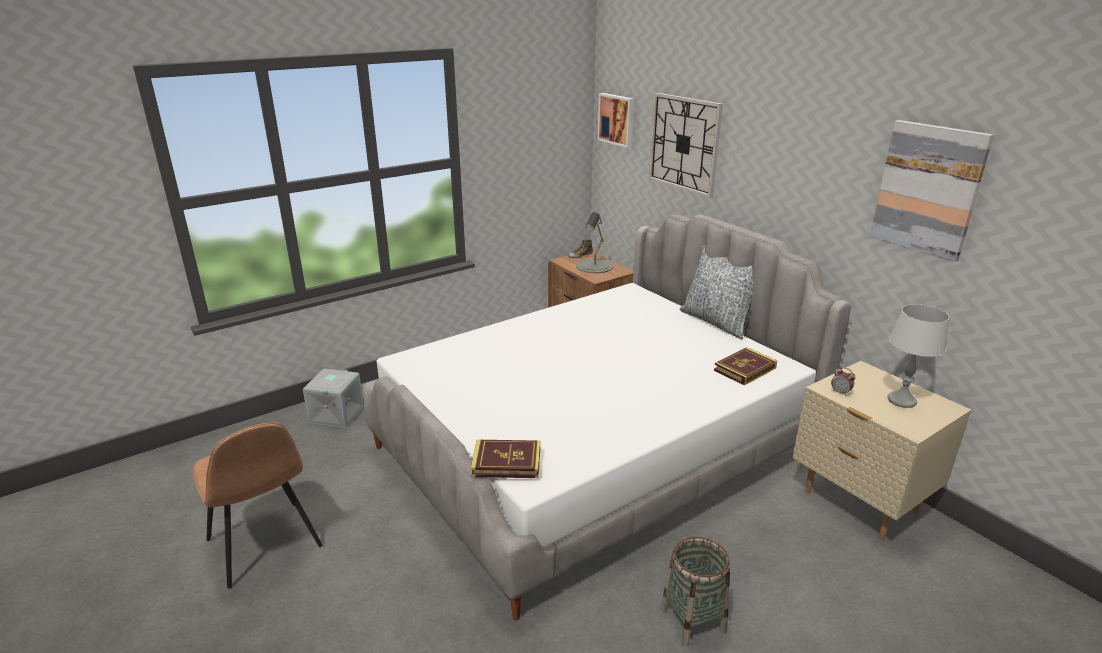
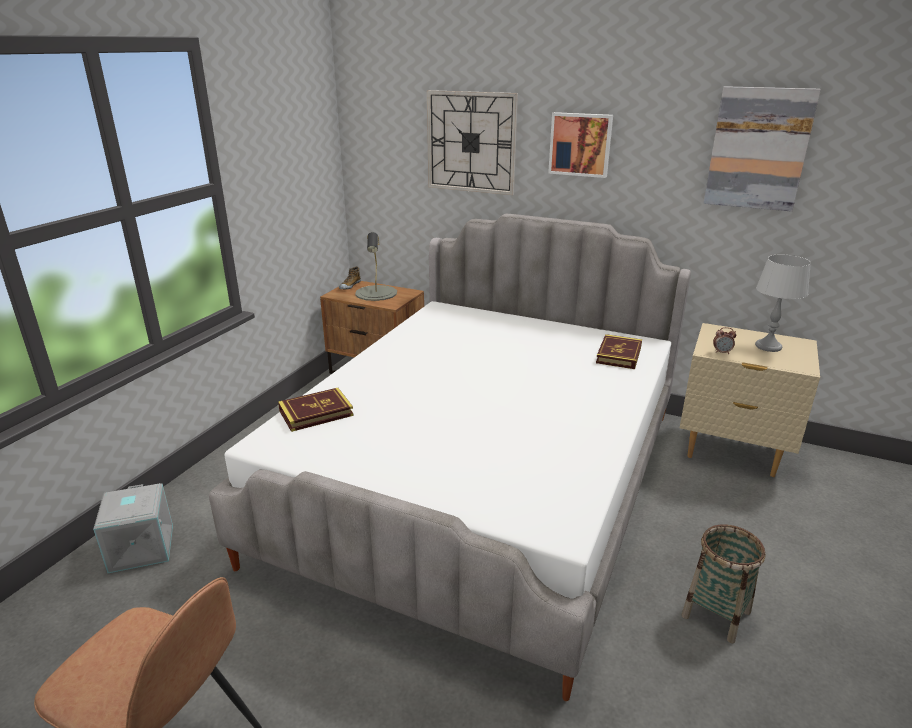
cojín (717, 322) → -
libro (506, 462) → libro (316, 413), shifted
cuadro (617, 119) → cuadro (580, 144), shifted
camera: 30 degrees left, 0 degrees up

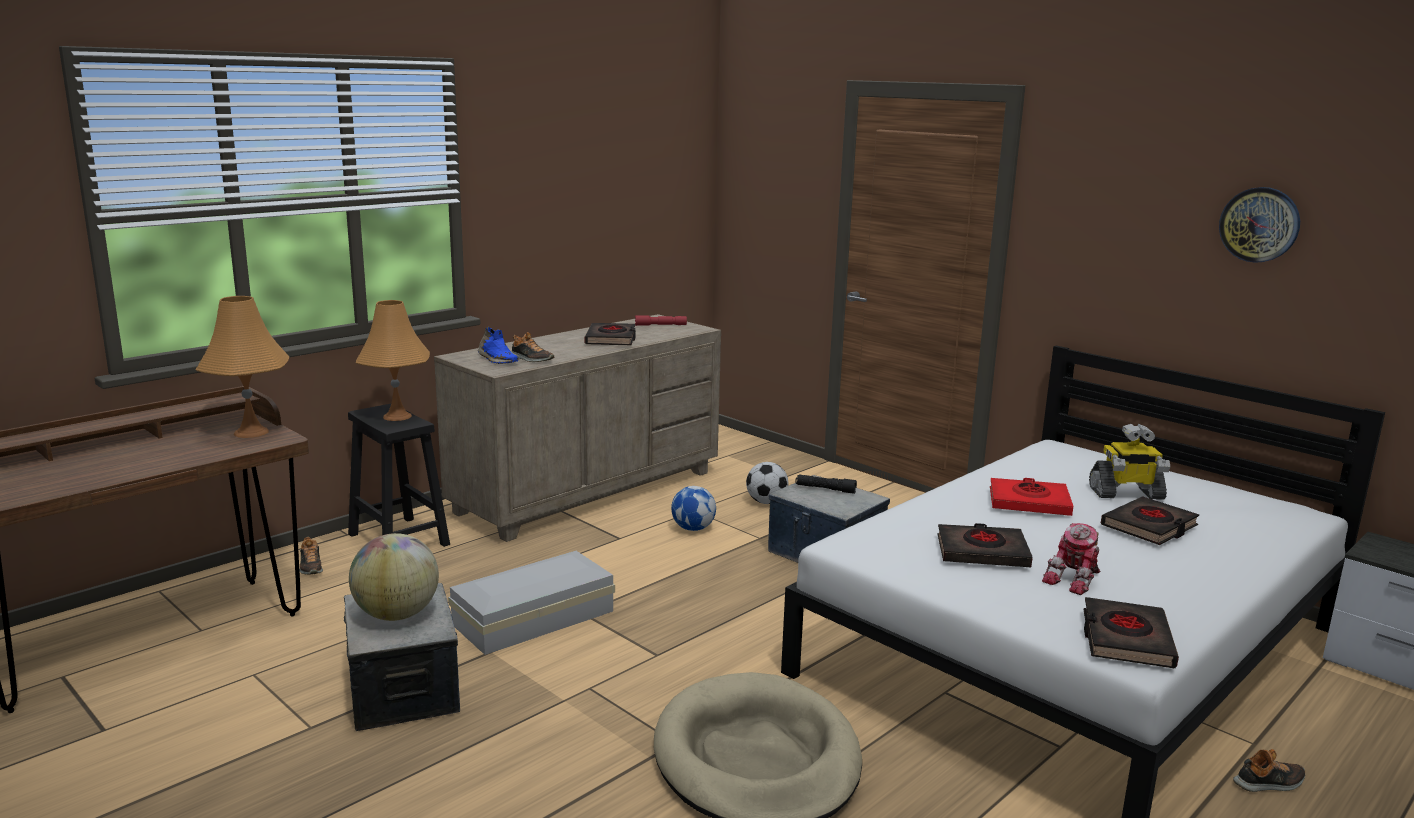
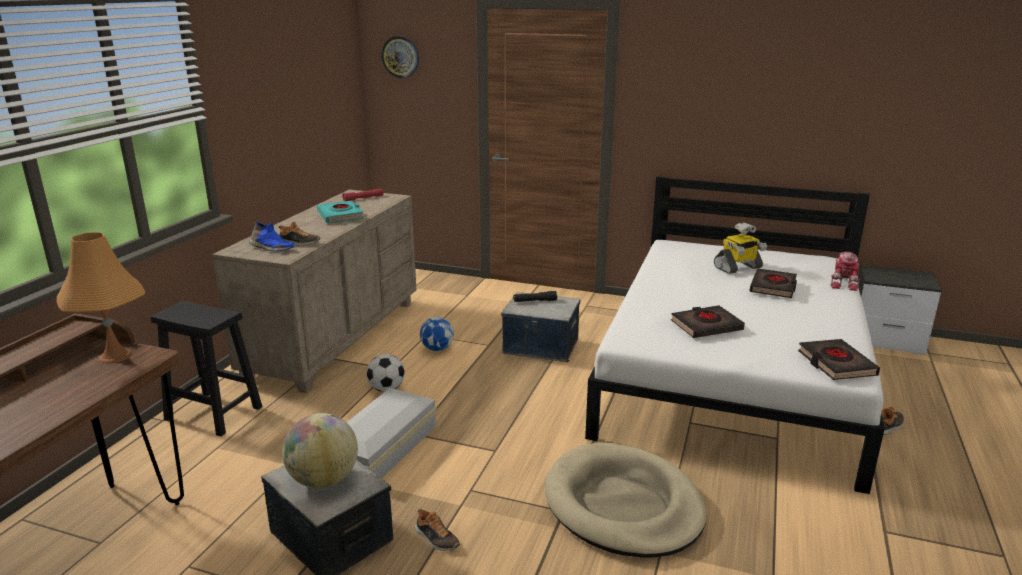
lámpara de mesa/naranja (397, 416) → -
libro/rojo (1029, 503) → -
zapato (311, 567) → zapato (436, 539), shifted
balón de fútbol (766, 502) → balón de fútbol (386, 389), shifted
robot de juguete (1075, 580) → robot de juguete (844, 283), shifted
reloj de pared (1259, 224) → reloj de pared (400, 57), shifted
libro/negro (611, 339) → libro/turquesa (340, 215)
camera: 25 degrees left, 5 degrees up

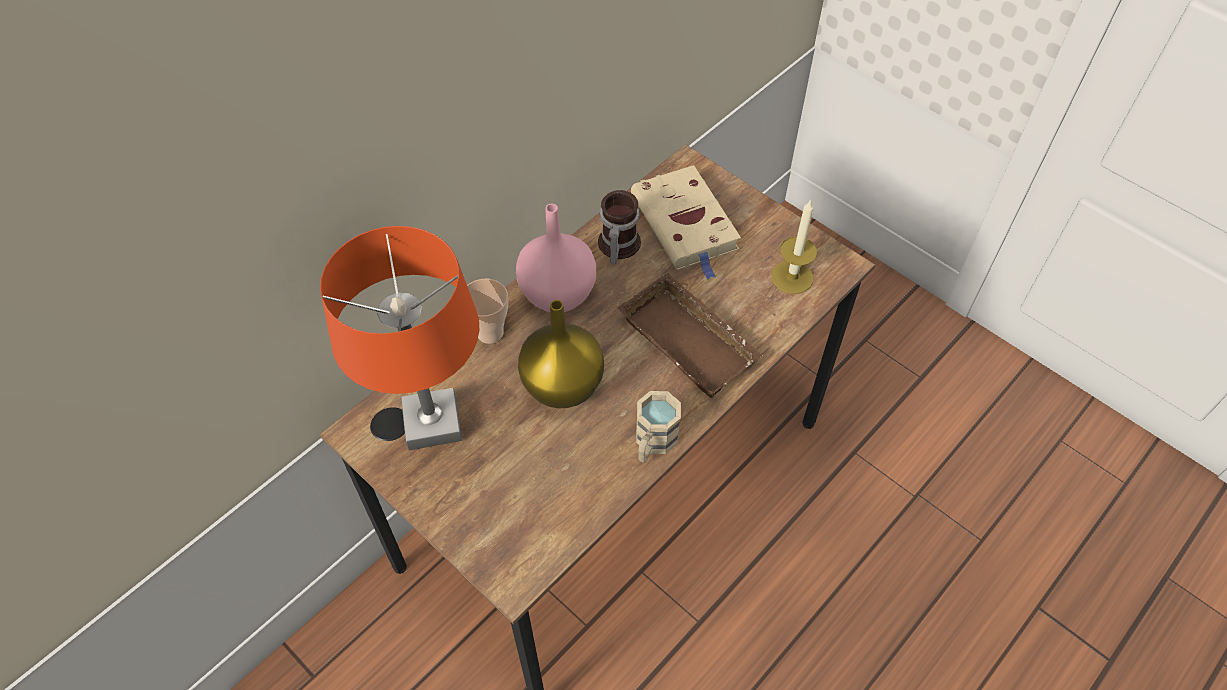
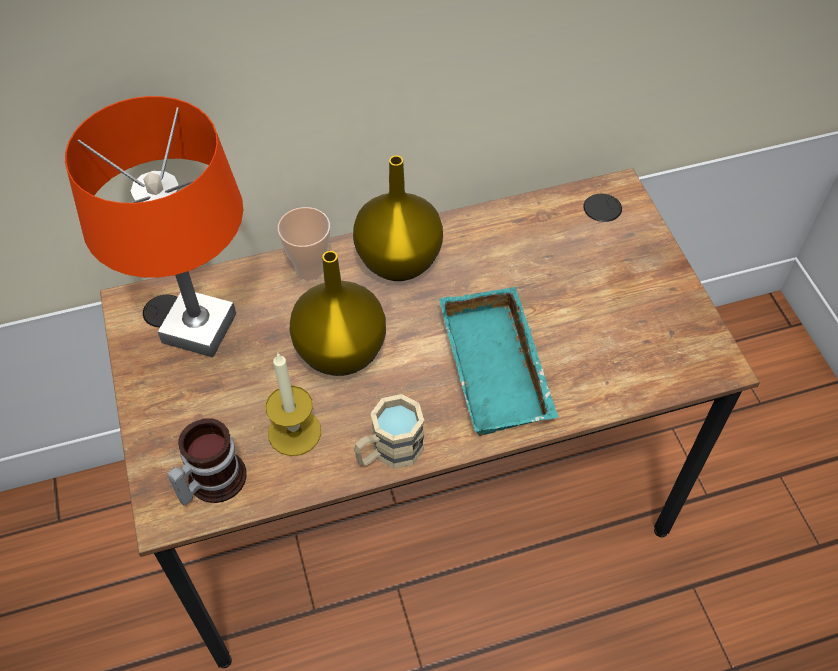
libro/beis (686, 225) → -
taza grande (616, 246) → taza grande (211, 479), shifted
vela (792, 277) → vela (294, 432), shifted
florero/rosa (556, 295) → florero/amarillo (397, 262)
bandeja/marrón (692, 340) → bandeja/turquesa (500, 368)
camera: 30 degrees right, 0 degrees up

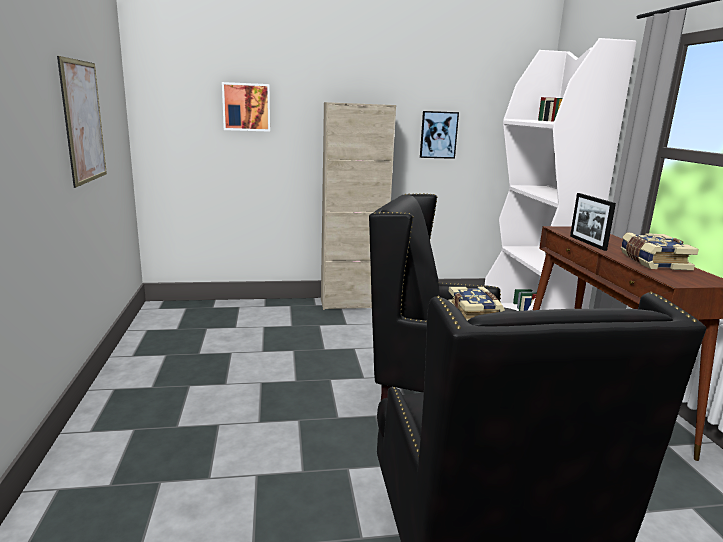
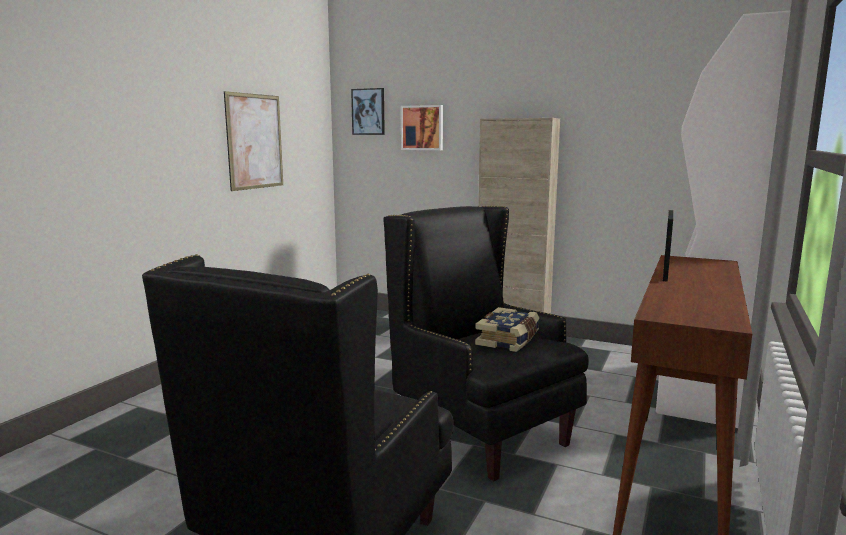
libro (652, 262) → -
cuadro (438, 135) → cuadro (368, 111), shifted
camera: 35 degrees right, 5 degrees down

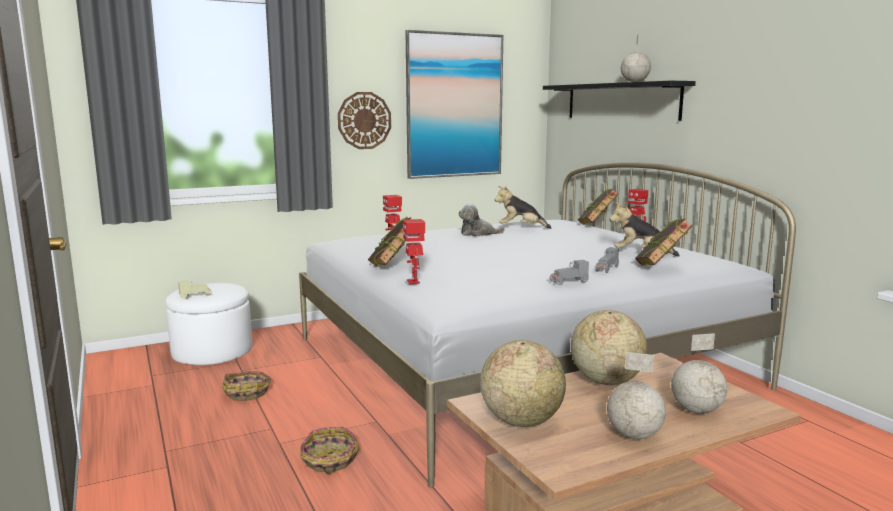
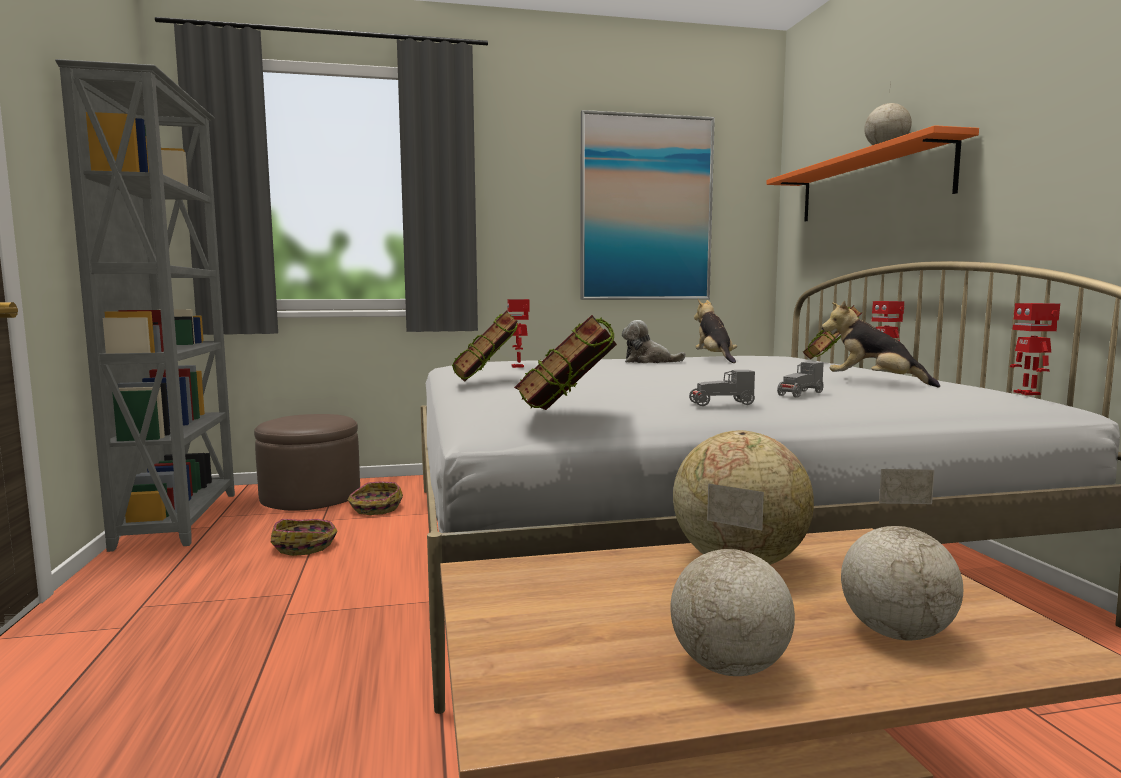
coche de juguete/beis (195, 296) → -
reloj de pared (364, 120) → -
globo terráqueo (521, 421) → -
- → estantería/gris (181, 519)
cesta (329, 461) → cesta (375, 508), shifted
robot de juguete (414, 282) → robot de juguete (1028, 393), shifted
libro (661, 268) → libro (567, 415), shifted
puf/blanco (212, 351) → puf/marrón (310, 496)
estante/negro (621, 101) → estante/naranja (870, 184)
peluche (520, 228) → peluche (715, 359), 60 degrees clockwise
camera: 15 degrees right, 5 degrees down

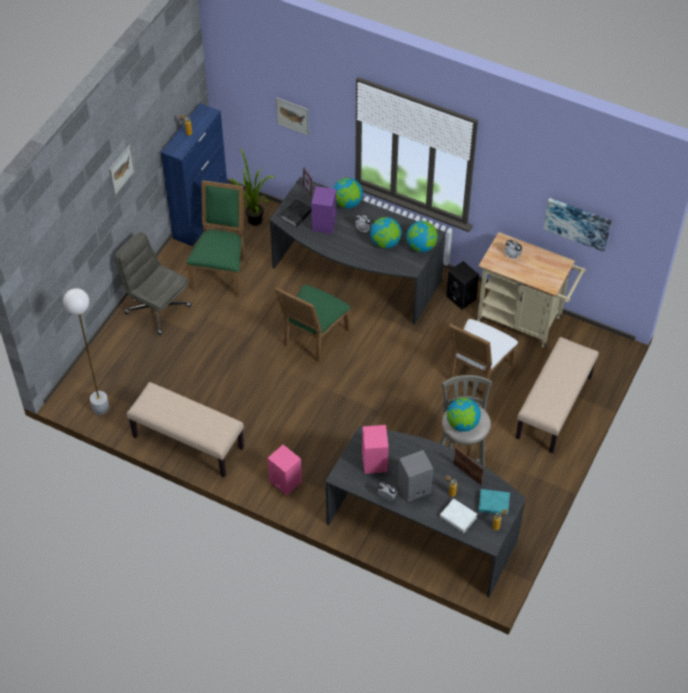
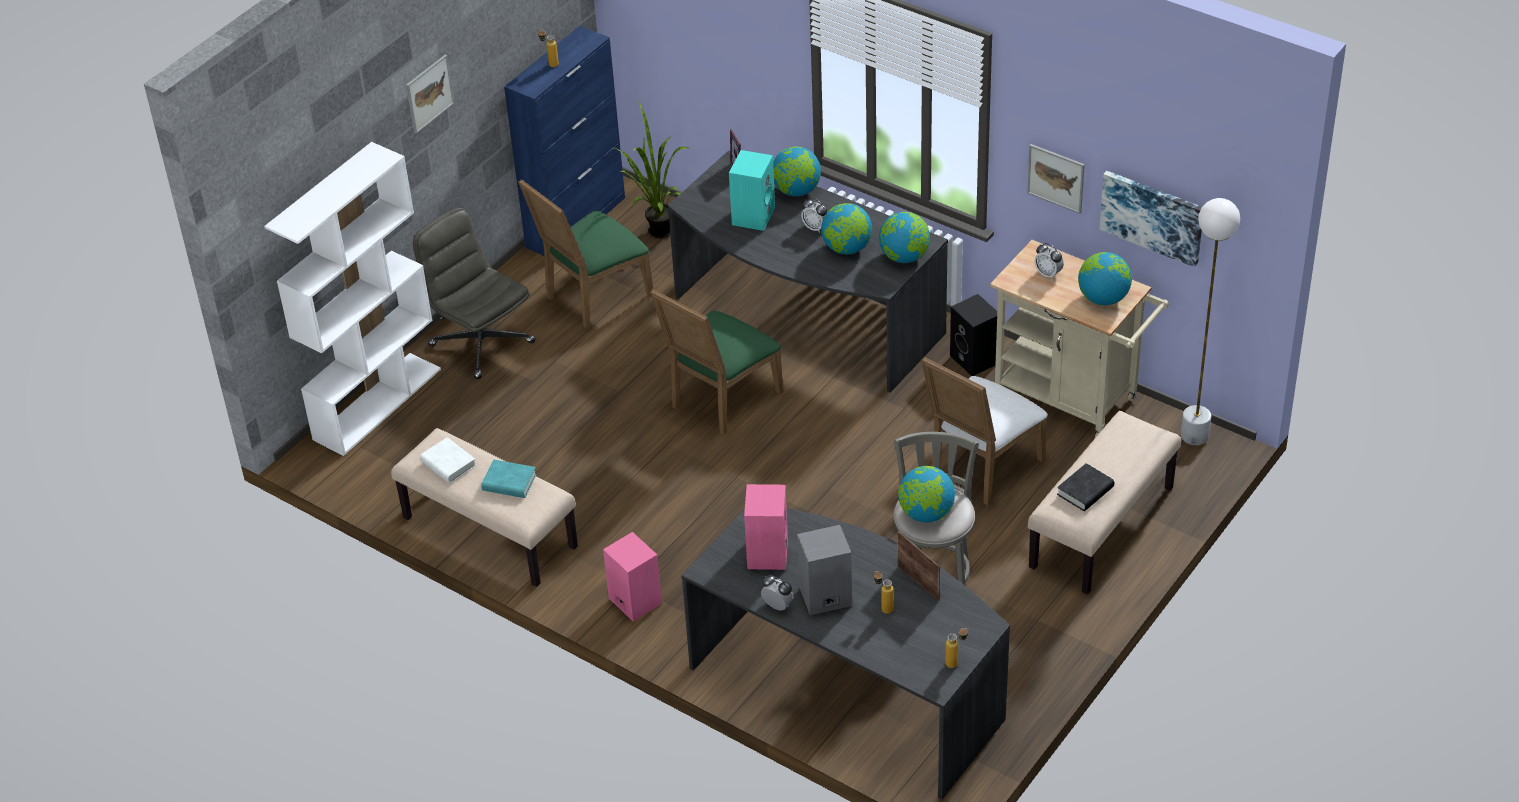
- → estantería/blanco (377, 403)
- → globo terráqueo (1103, 298)
lámpara de pie/blanco (100, 407) → lámpara de pie/blanco (1194, 435), shifted
cuadro (292, 115) → cuadro (1056, 178), shifted
libro/negro (296, 215) → libro/negro (1085, 491), shifted
libro/blanco (458, 517) → libro/blanco (448, 464), shifted
libro/turquesa (493, 504) → libro/turquesa (509, 483), shifted
altavoz/morado (323, 223) → altavoz/turquesa (753, 215)
silla/verde (221, 271) → silla/verde (593, 297), 150 degrees counterclockwise
camera: 10 degrees right, 10 degrees down

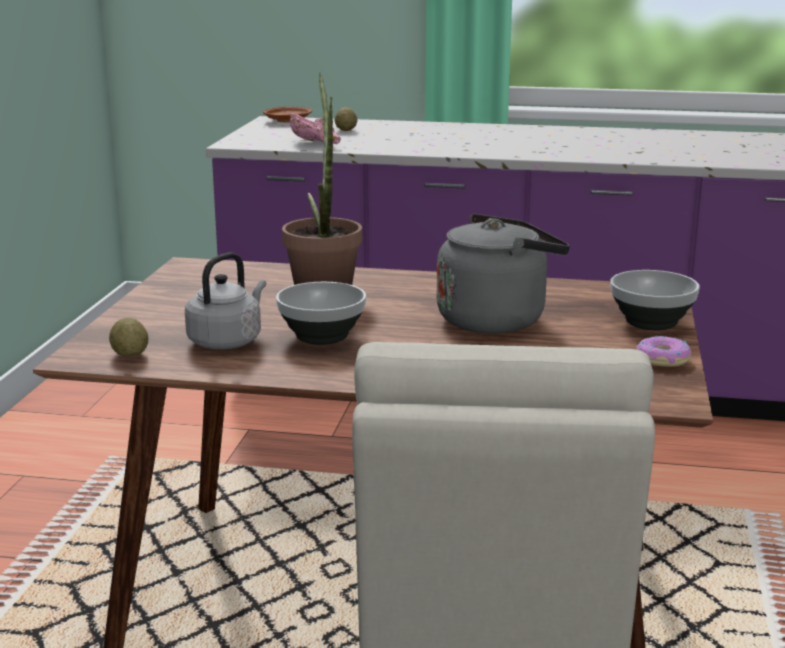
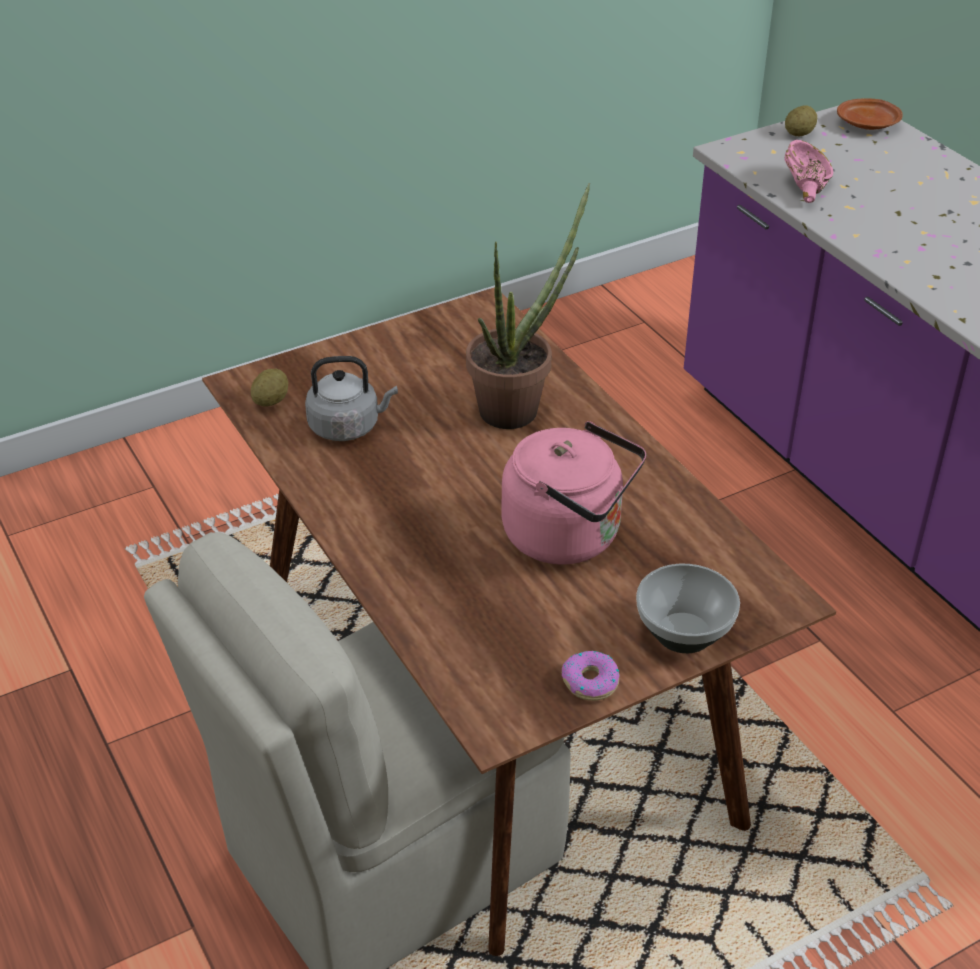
cuenco (323, 336) → -
patata (346, 130) → patata (799, 134), shifted
hervidor/gris (496, 319) → hervidor/rosa (569, 536)
camera: 50 degrees right, 20 degrees up

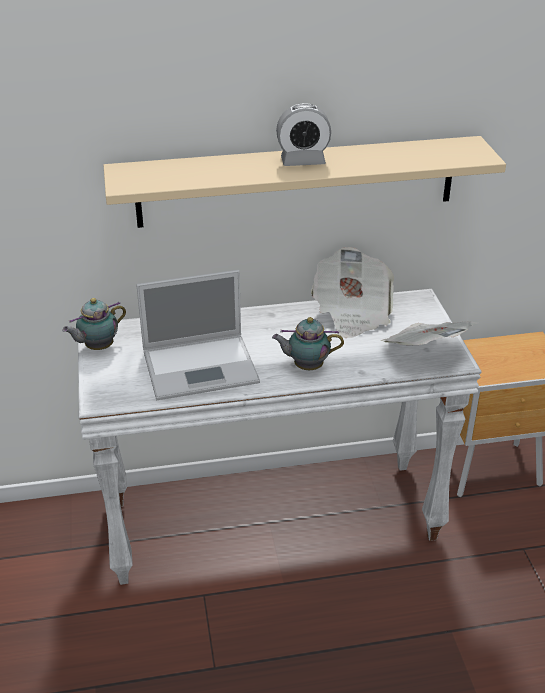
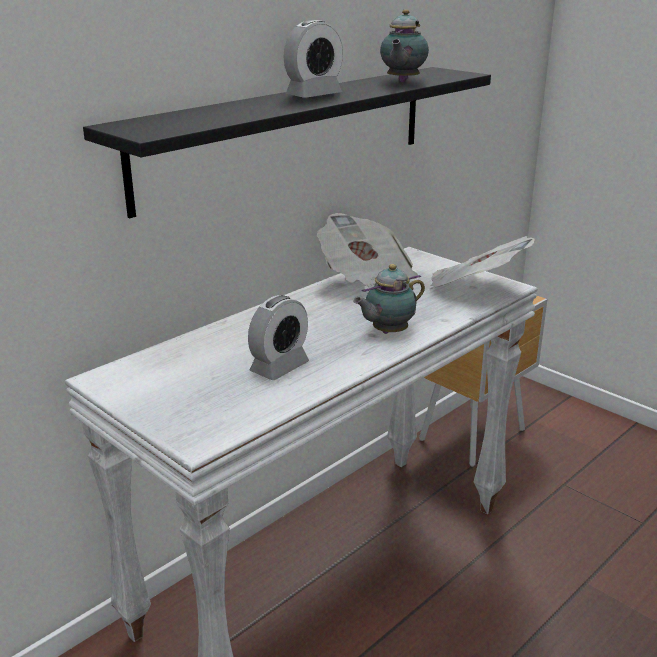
tetera (97, 347) → tetera (402, 81), shifted
portátil (202, 366) → despertador (279, 367)
estante/beis (297, 181) → estante/negro (290, 134)
camera: 35 degrees left, 10 degrees down

